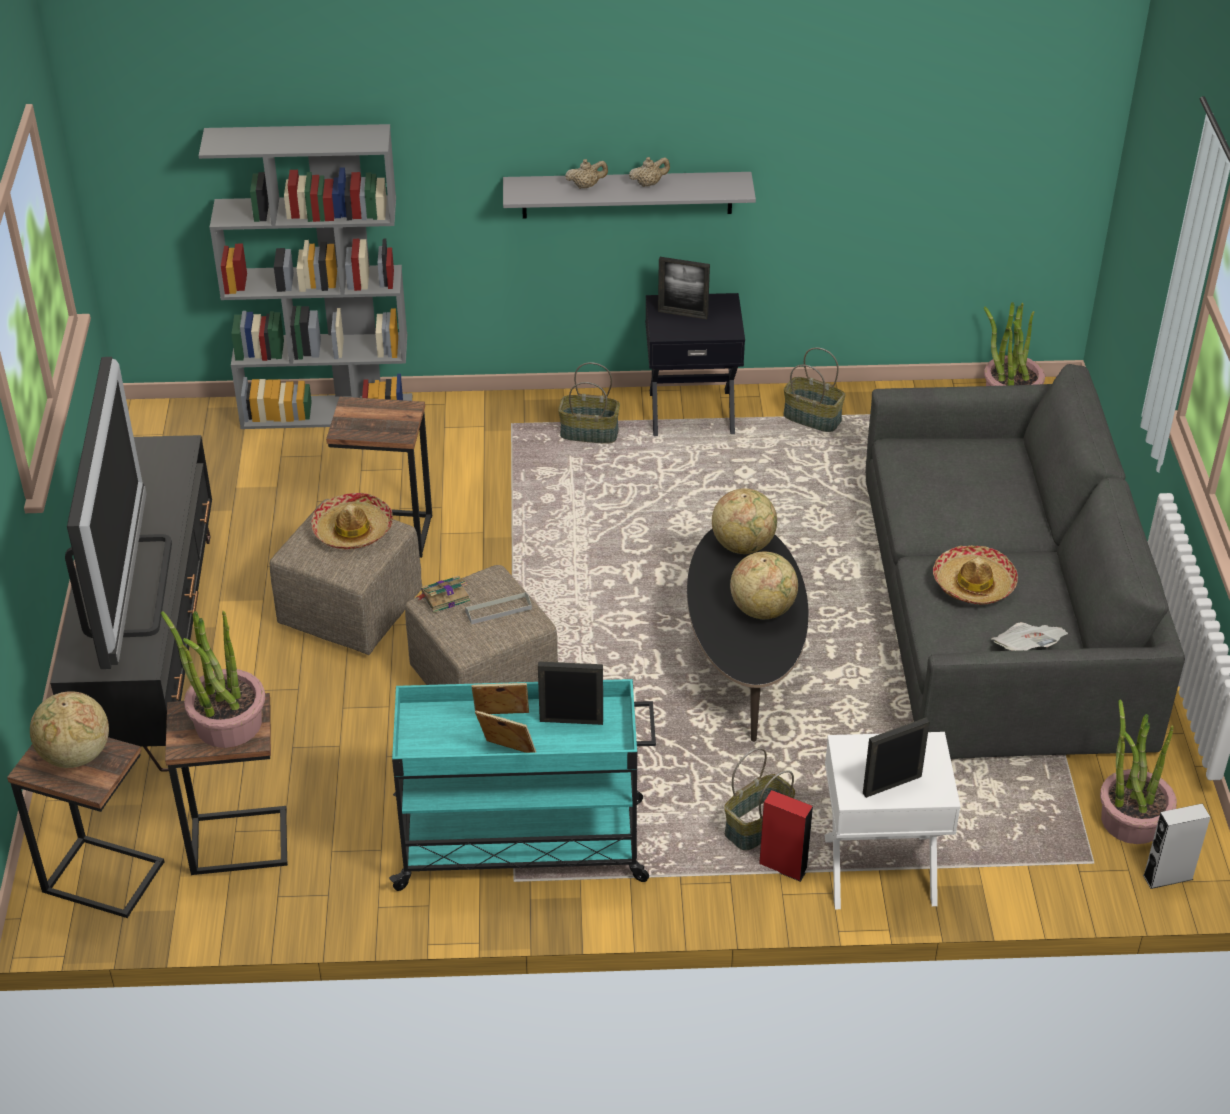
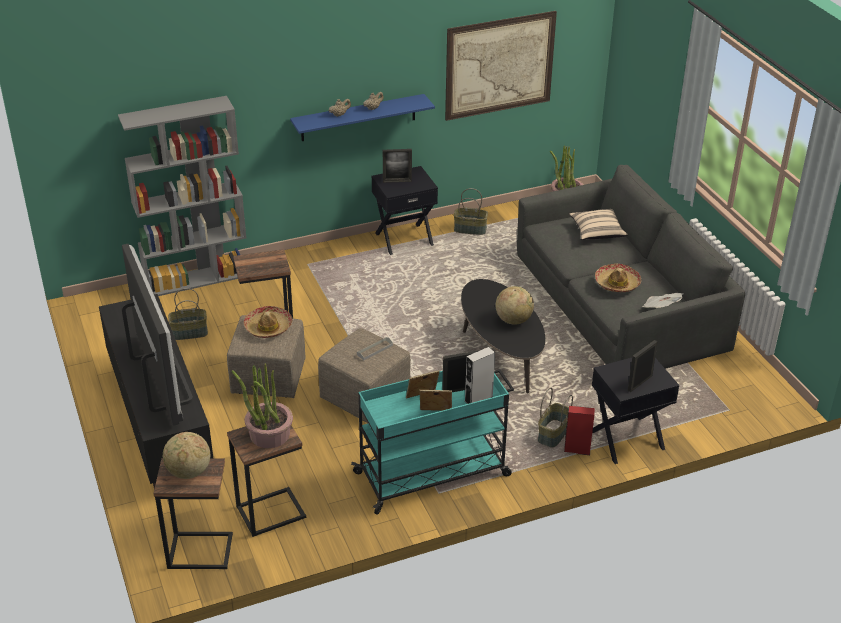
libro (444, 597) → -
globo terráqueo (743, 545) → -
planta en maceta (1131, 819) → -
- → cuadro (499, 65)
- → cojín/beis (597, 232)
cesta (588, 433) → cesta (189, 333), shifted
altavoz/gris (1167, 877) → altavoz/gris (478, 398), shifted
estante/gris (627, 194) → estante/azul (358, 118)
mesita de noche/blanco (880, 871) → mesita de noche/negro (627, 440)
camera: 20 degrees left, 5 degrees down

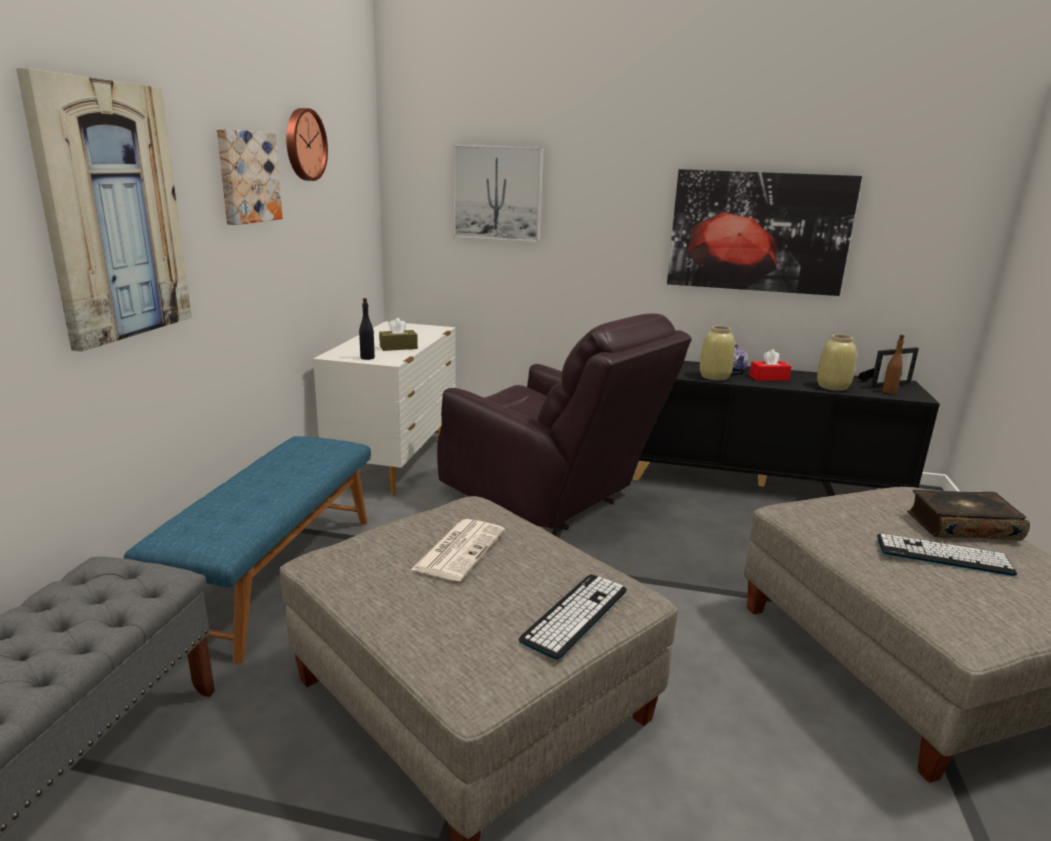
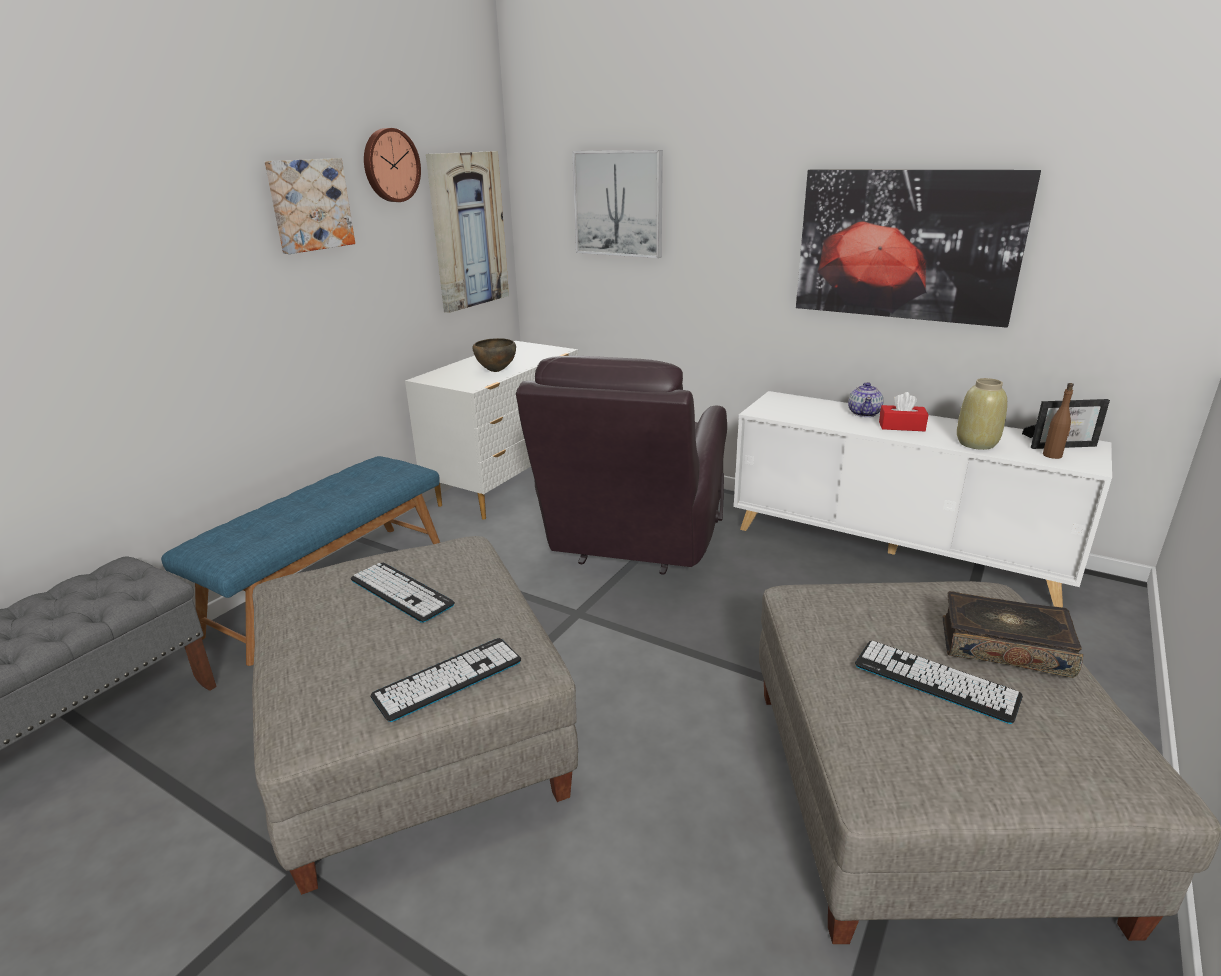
botella/negro (367, 358) → -
florero/beis (714, 377) → -
cuadro (113, 213) → cuadro (468, 231), shifted
caja de pañuelos/marrón (398, 347) → cuenco/marrón (496, 371)
periódico (459, 549) → teclado (401, 592)
armario/negro (761, 482) → armario/blanco (894, 549)
sillón/marrón (550, 498) → sillón/marrón (634, 541), 45 degrees clockwise
camera: 20 degrees right, 5 degrees up

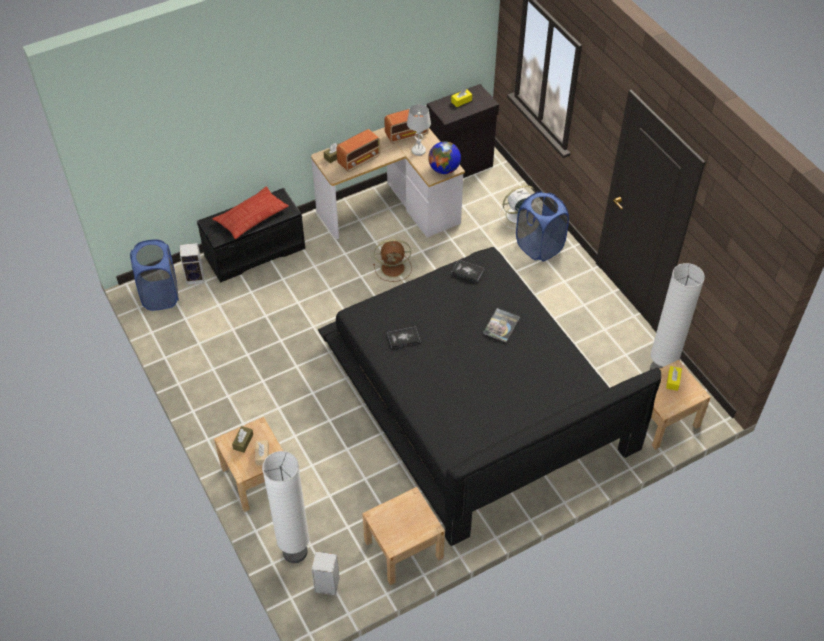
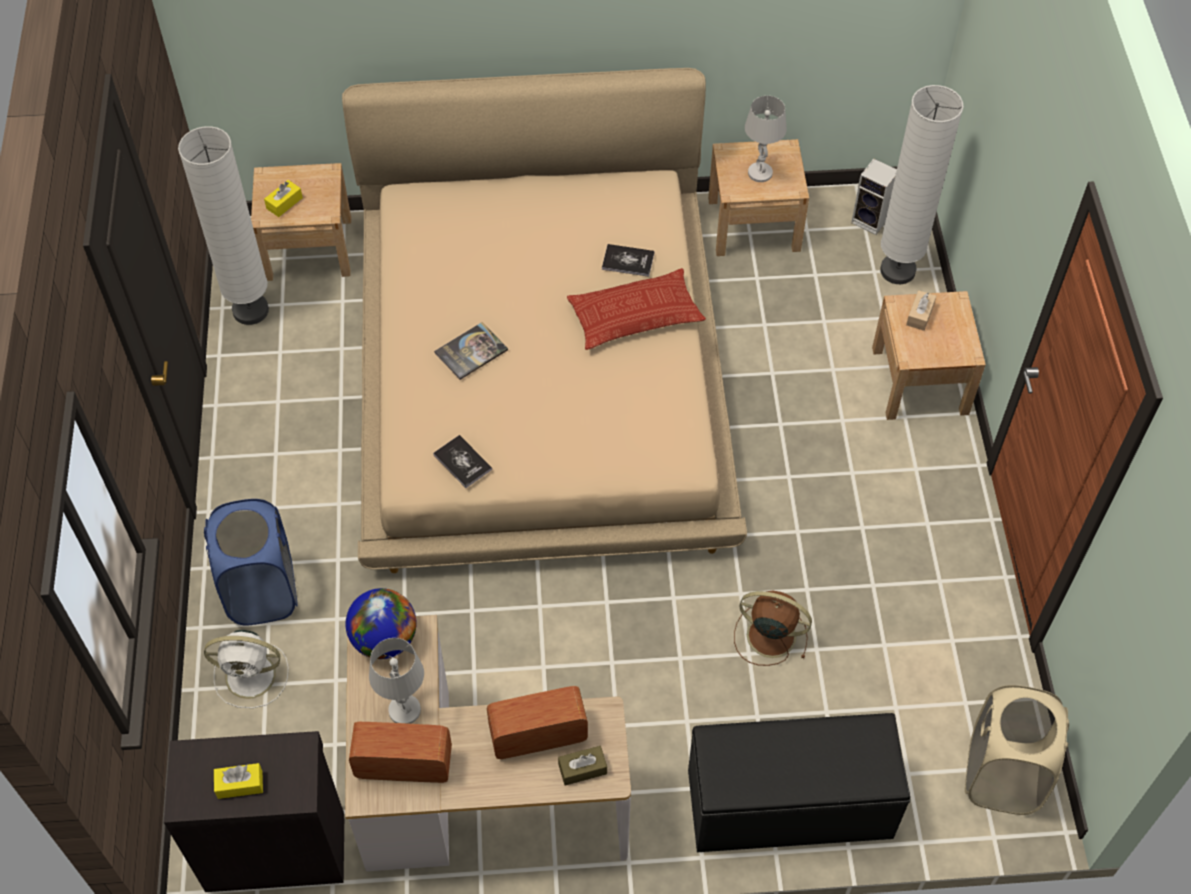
altavoz (196, 277) → -
caja de pañuelos/marrón (243, 442) → -
- → lámpara de mesa/blanco (759, 173)
cojín (251, 216) → cojín (635, 315), shifted
ventilador/marrón (394, 268) → ventilador/marrón (768, 635), shifted
libro (403, 338) → libro (628, 261), shifted
cesto de la ropa/azul (160, 295) → cesto de la ropa/beis (1001, 775)
cama/negro (476, 396) → cama/beis (541, 375)
camera: 155 degrees left, 5 degrees up

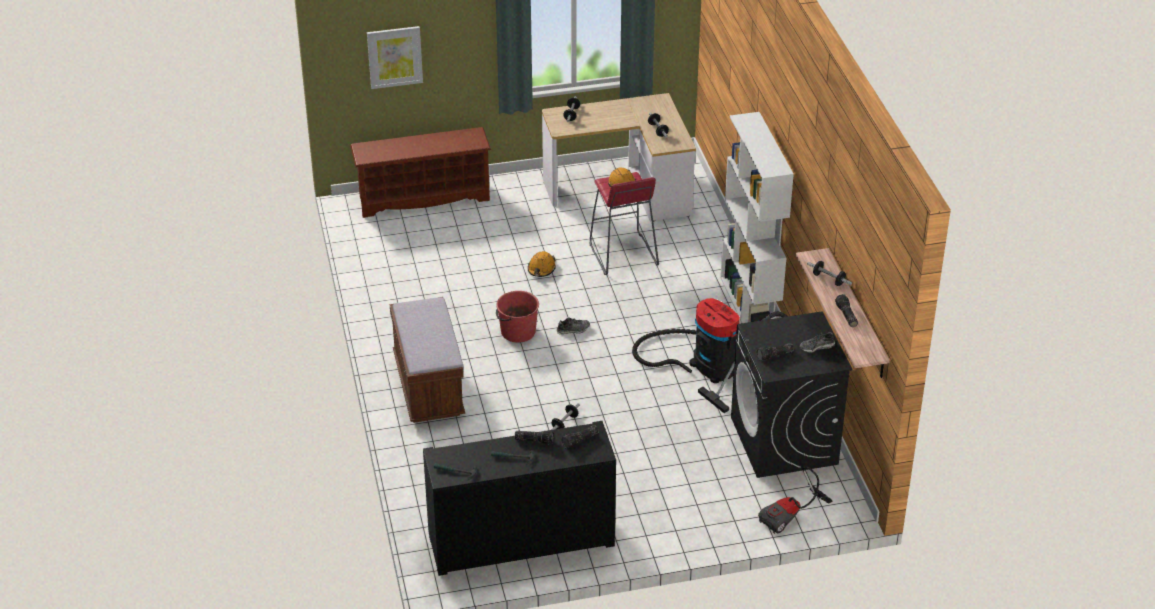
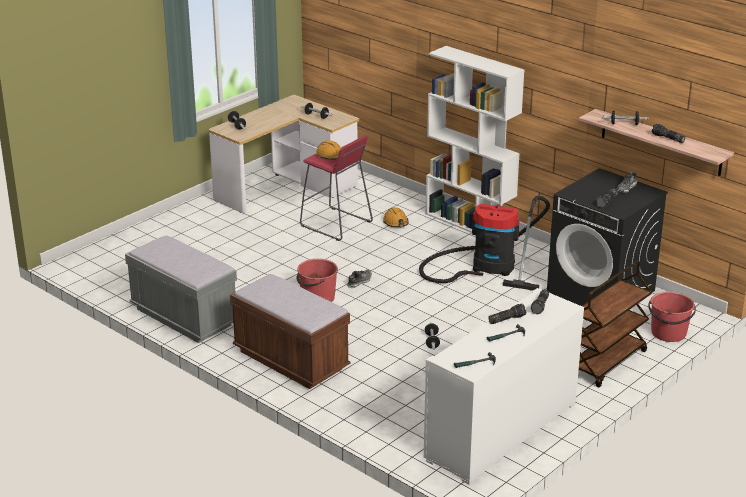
zapatero/marrón (423, 197) → -
cuadro (395, 57) → -
- → banco/gris (184, 317)
- → carrito/marrón (607, 363)
casco/naranja (541, 269) → casco/naranja (396, 223), shifted
aspiradora (791, 517) → cubo/rojo (668, 333)
armario/negro (521, 540) → armario/blanco (501, 431)
camera: 35 degrees left, 10 degrees down

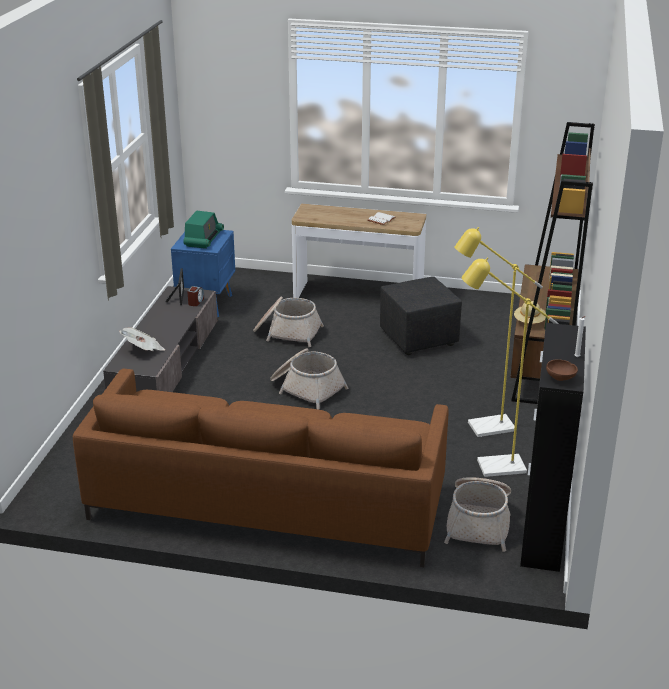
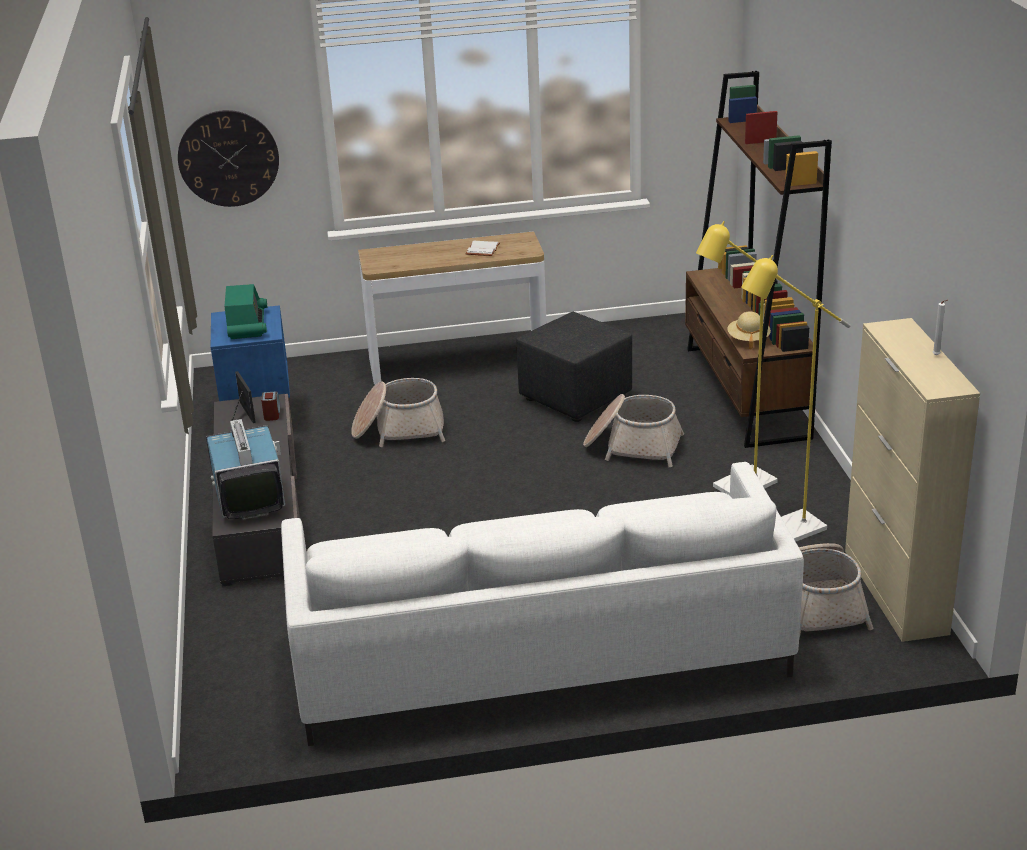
cuenco/marrón (561, 378) → -
- → reloj de pared (228, 158)
cesta (306, 388) → cesta (632, 446), shifted
periódico (143, 350) → televisor (249, 494)
sofá/marrón (267, 503) → sofá/blanco (538, 654)
armario/negro (542, 530) → armario/beis (895, 592)
camera: 20 degrees left, 0 degrees up

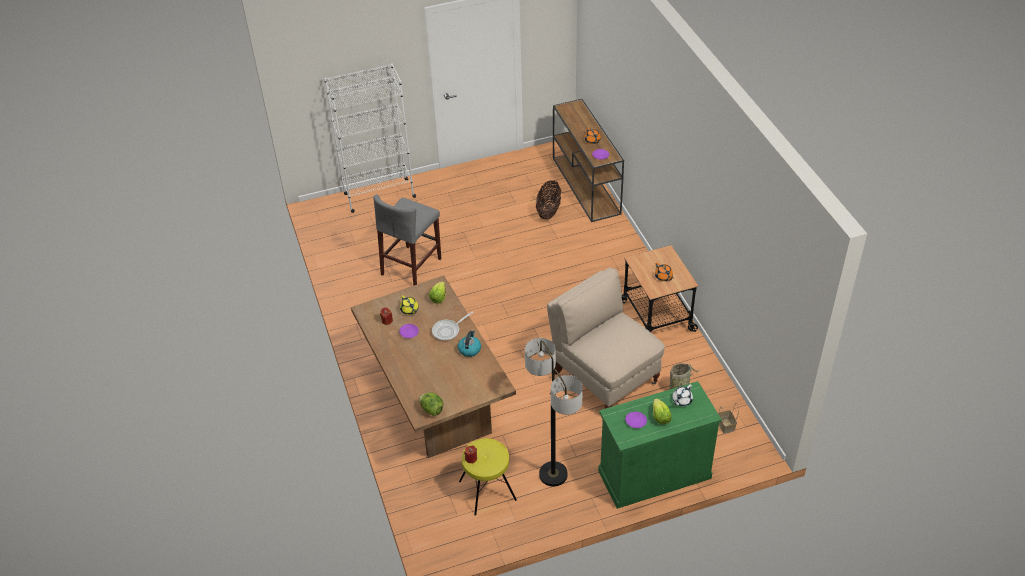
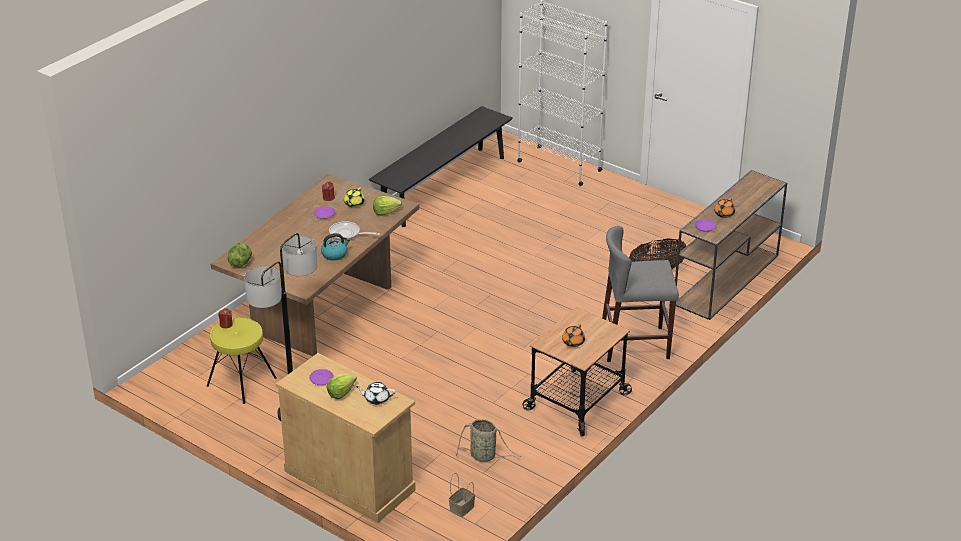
silla/beis (604, 377) → -
- → banco/negro (443, 186)
taburete/gris (411, 266) → taburete/gris (635, 344), shifted
armario/verde (654, 474) → armario/beis (349, 480)
camera: 55 degrees right, 10 degrees down

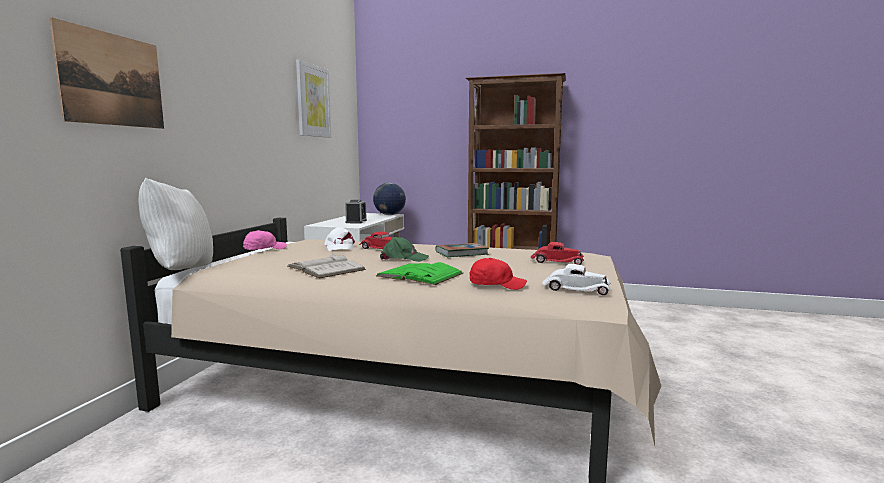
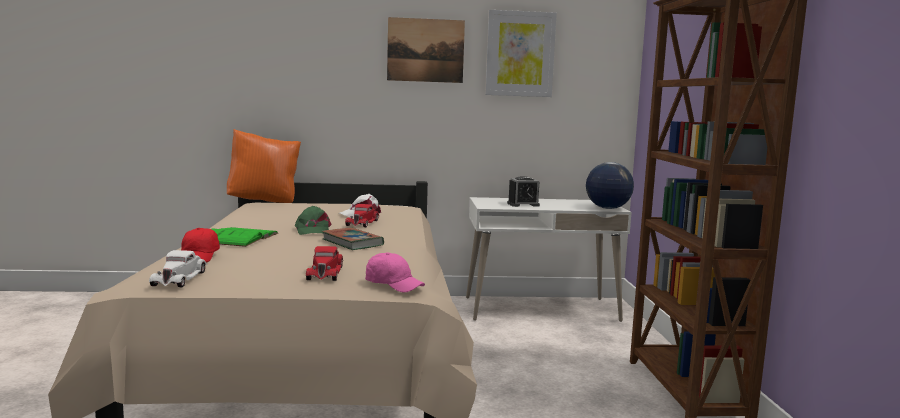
libro/blanco (326, 268) → -
cuadro (113, 80) → cuadro (425, 50), shifted
gorra/rosa (264, 249) → gorra/rosa (394, 285), shifted
cojín/blanco (180, 271) → cojín/naranja (264, 202)
camera: 70 degrees right, 0 degrees up

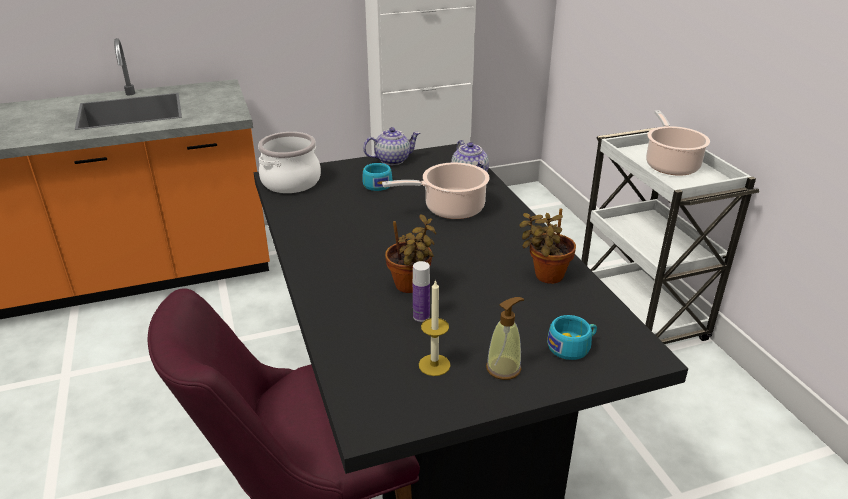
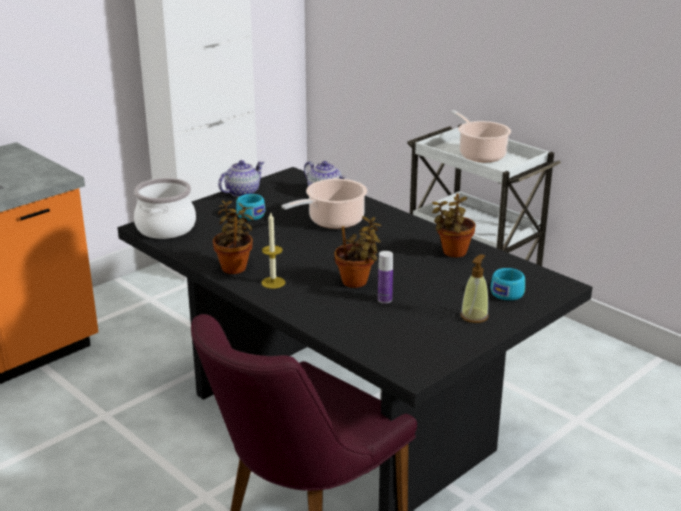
- → planta en maceta (235, 267)
vela (434, 365) → vela (273, 282), shifted
camera: 25 degrees left, 5 degrees down

